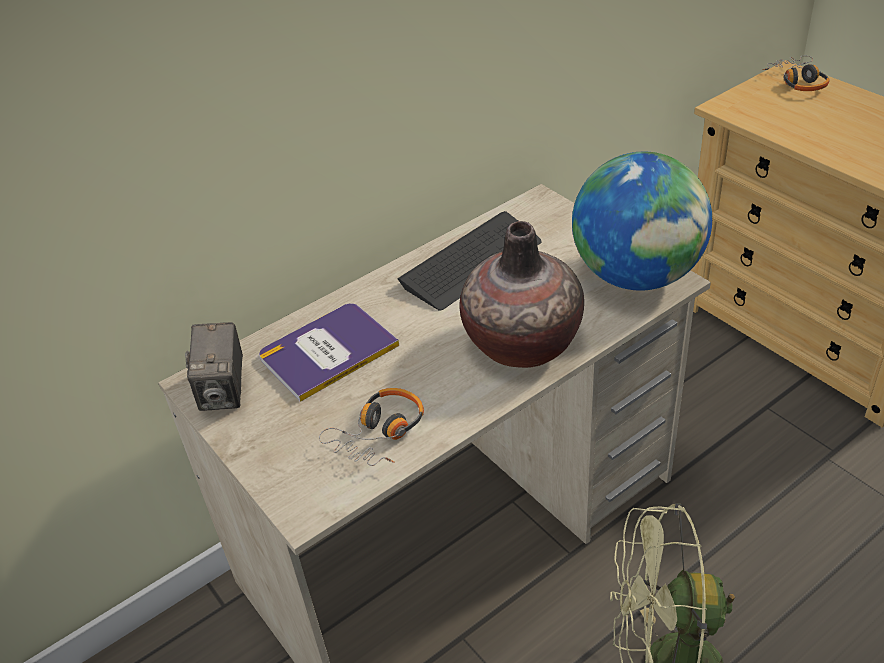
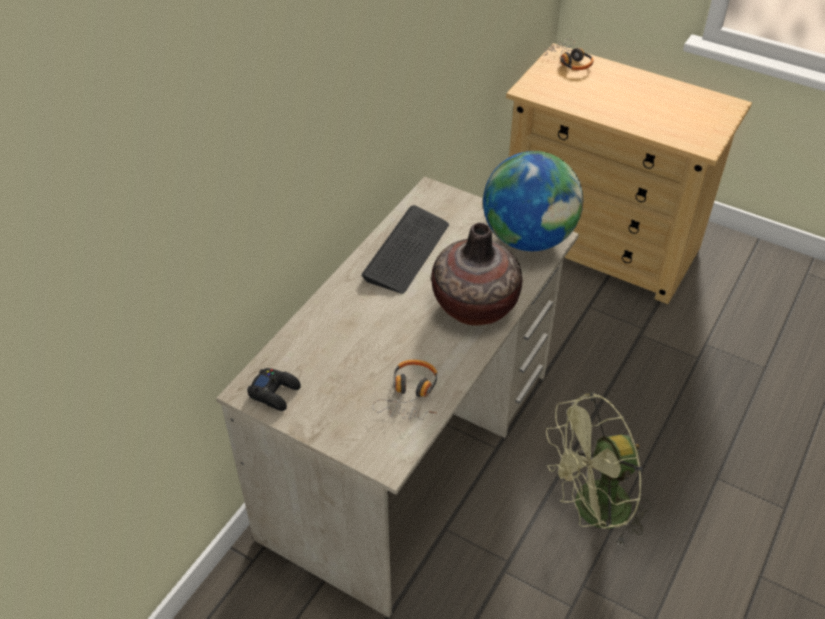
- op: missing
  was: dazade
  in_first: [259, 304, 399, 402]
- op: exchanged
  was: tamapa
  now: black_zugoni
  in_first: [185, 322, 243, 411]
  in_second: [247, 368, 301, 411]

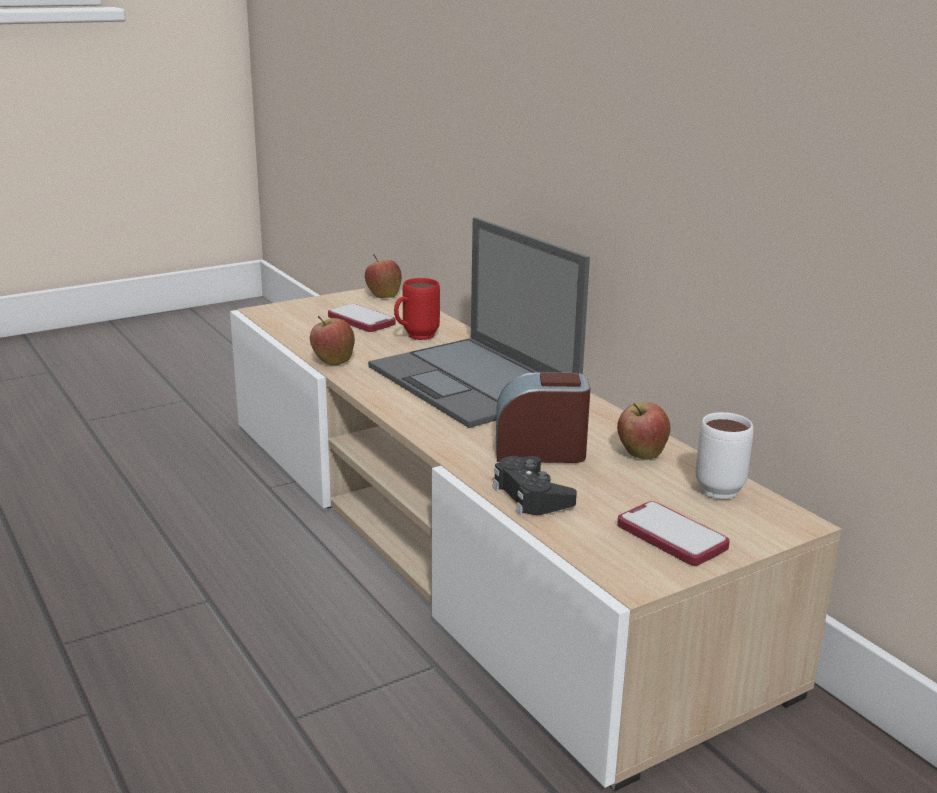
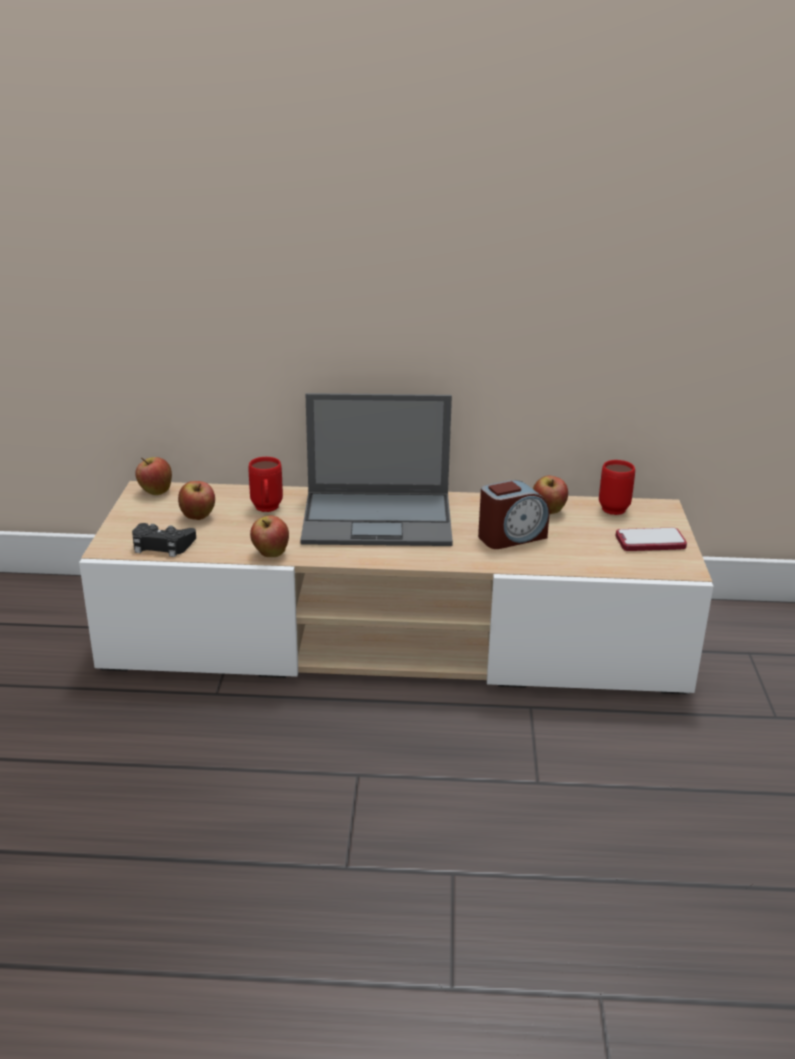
- op: relocated
  was: black_zugoni
  in_first: [493, 456, 577, 515]
  in_second: [132, 523, 196, 557]
- op: exchanged
  was: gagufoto
  now: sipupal
  in_first: [328, 304, 396, 332]
  in_second: [178, 481, 215, 520]
- op: colour
  was: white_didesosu
  now: red_didesosu
  in_first: [695, 412, 753, 499]
  in_second: [599, 460, 635, 515]
- op: spun
  was: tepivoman
  in_first: [496, 372, 590, 463]
  in_second: [478, 480, 550, 549]
  clockwise: -150

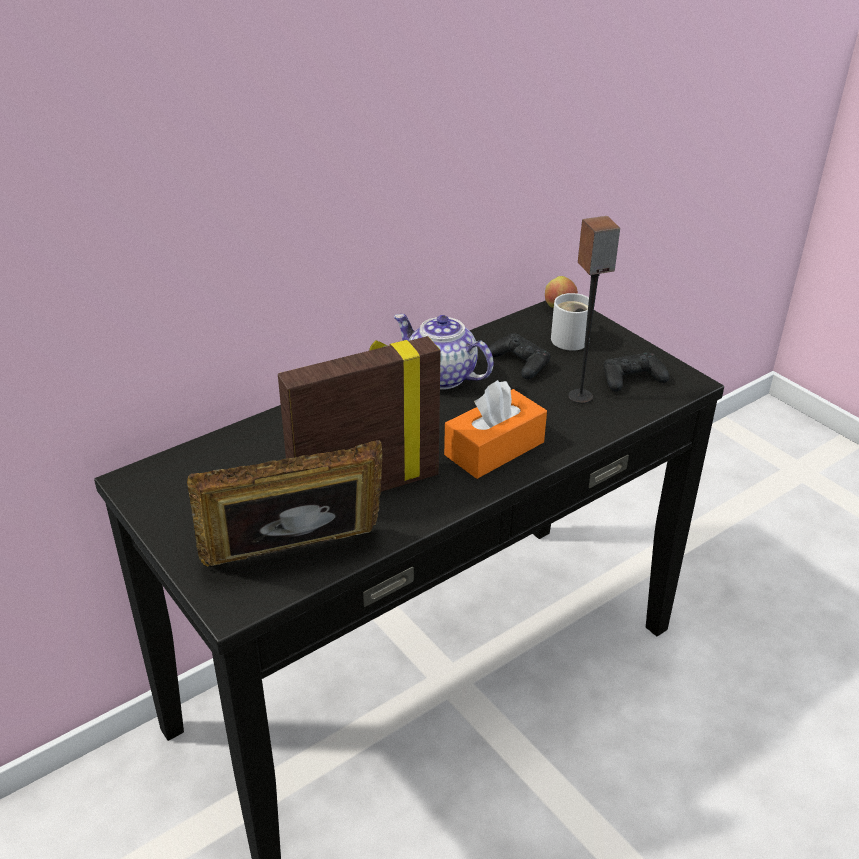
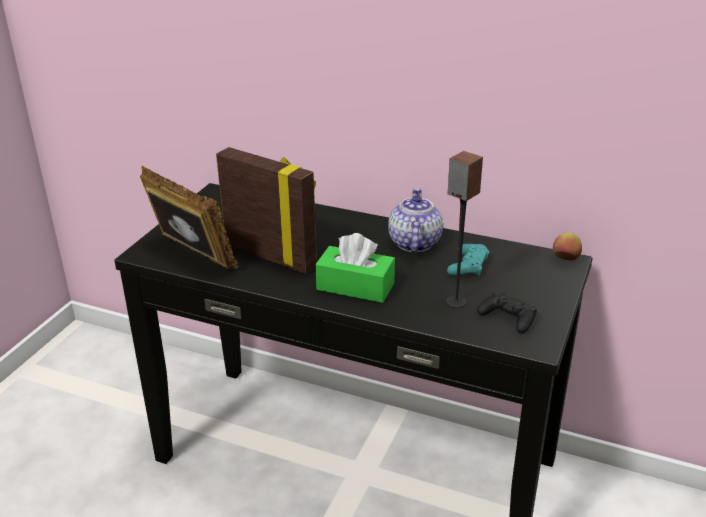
- op: missing
  was: white_didesosu
  in_first: [551, 293, 590, 351]
- op: colour
  was: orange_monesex
  now: green_monesex
  in_first: [444, 380, 547, 479]
  in_second: [315, 233, 395, 303]
- op: colour
  was: black_zugoni
  now: turquoise_zugoni
  in_first: [489, 333, 551, 379]
  in_second: [447, 244, 489, 276]

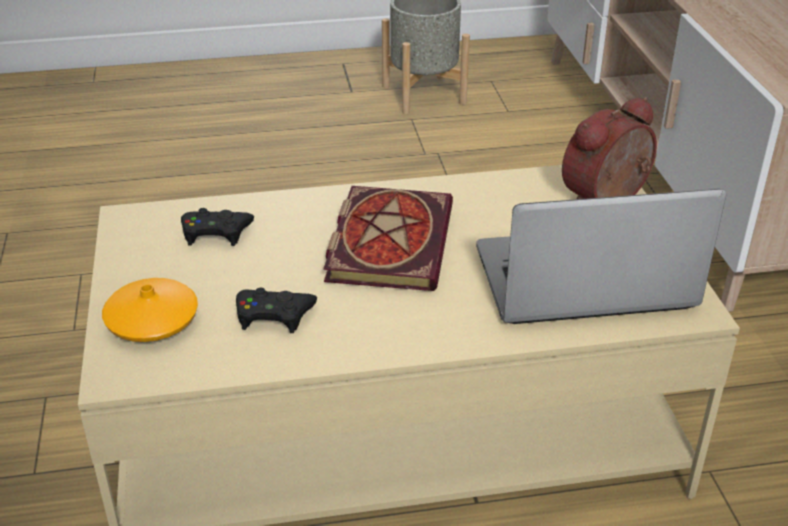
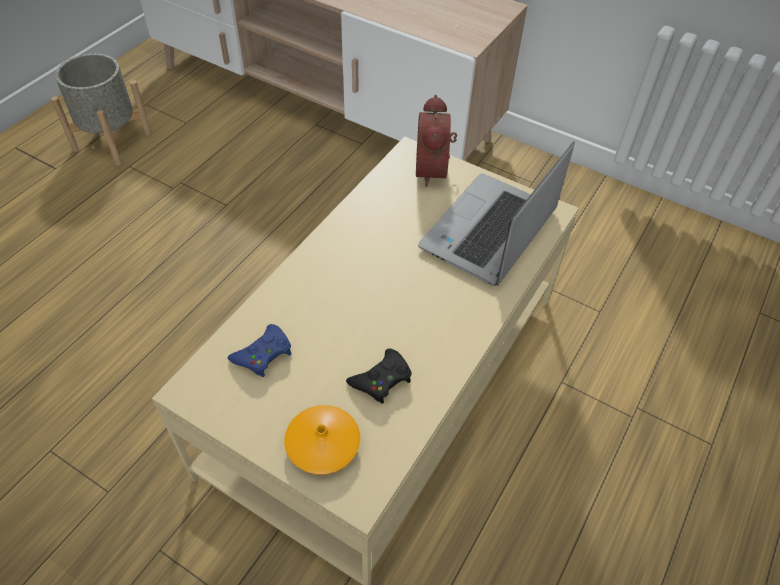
- op: missing
  was: dazade
  in_first: [323, 186, 453, 291]
- op: colour
  was: black_zugoni
  now: blue_zugoni
  in_first: [181, 208, 254, 246]
  in_second: [228, 324, 291, 377]

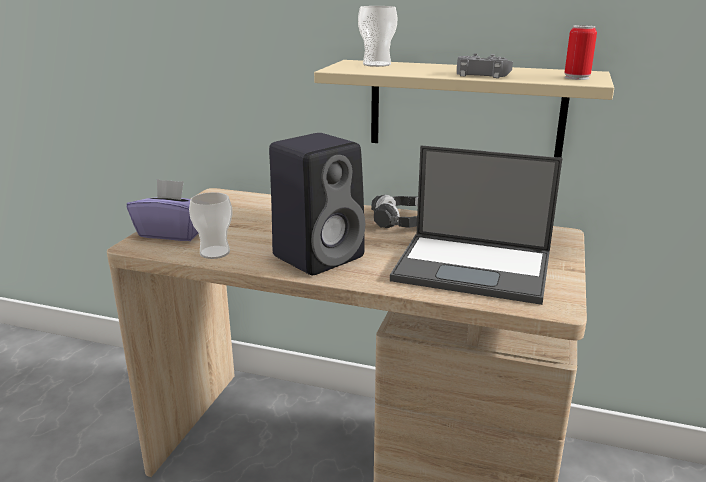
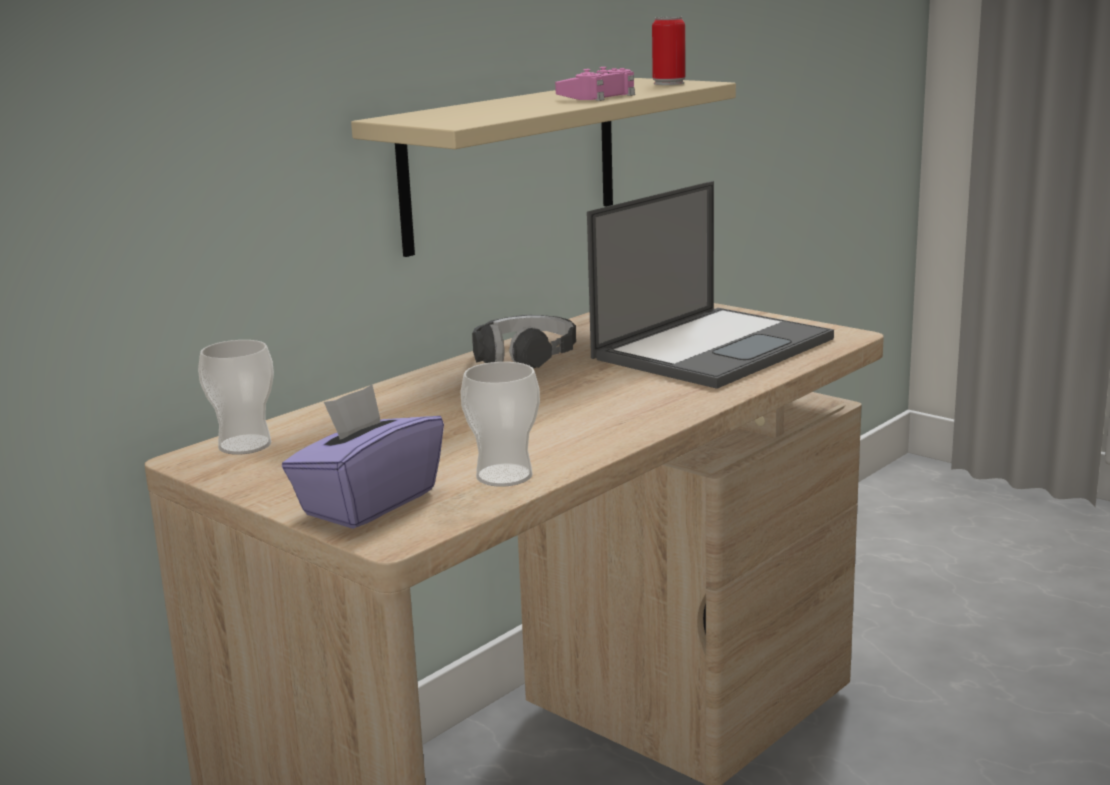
- op: missing
  was: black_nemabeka
  in_first: [269, 133, 365, 275]
- op: relocated
  was: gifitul
  in_first: [358, 6, 397, 67]
  in_second: [198, 340, 274, 455]
- op: colour
  was: grey_zugoni
  now: pink_zugoni
  in_first: [457, 54, 513, 78]
  in_second: [555, 67, 635, 101]

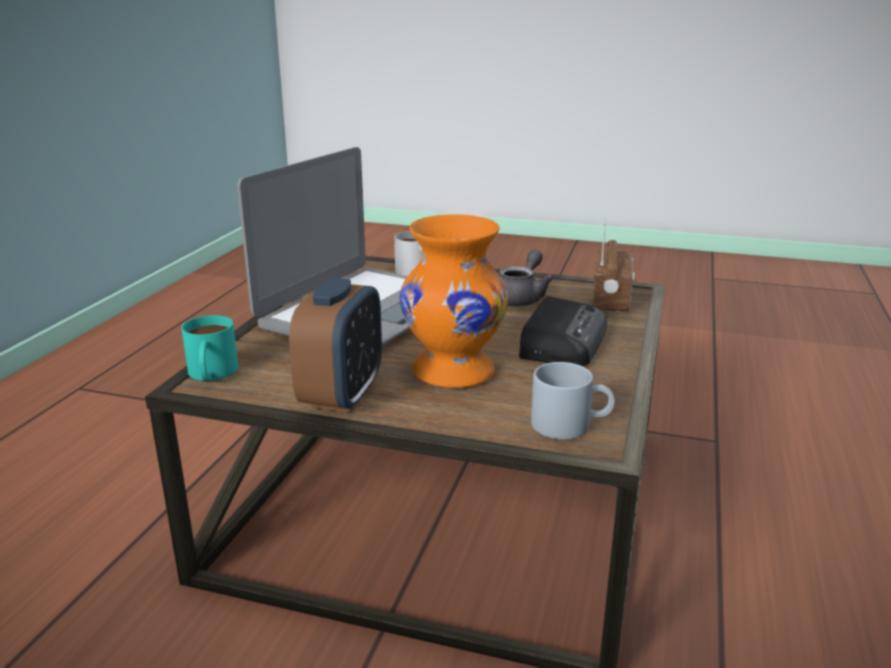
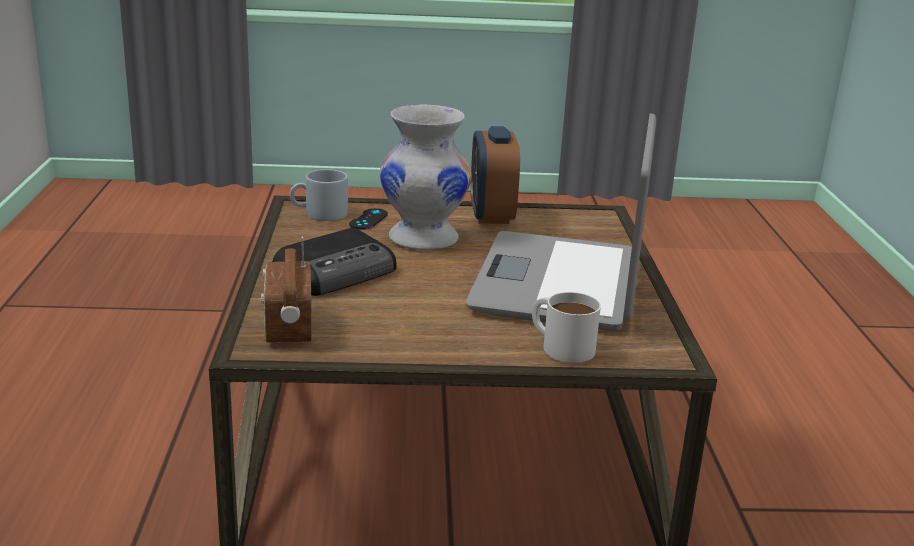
- op: missing
  was: turquoise_didesosu
  in_first: [181, 315, 238, 381]
- op: missing
  was: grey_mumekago
  in_first: [499, 249, 554, 307]
- op: appeared
  now: black_zugoni
  in_second: [349, 208, 388, 230]
- op: colour
  was: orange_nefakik
  now: white_nefakik
  in_first: [400, 214, 509, 388]
  in_second: [380, 105, 472, 250]
- op: spun
  was: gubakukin
  in_first: [519, 296, 607, 366]
  in_second: [272, 228, 396, 296]
  clockwise: -135

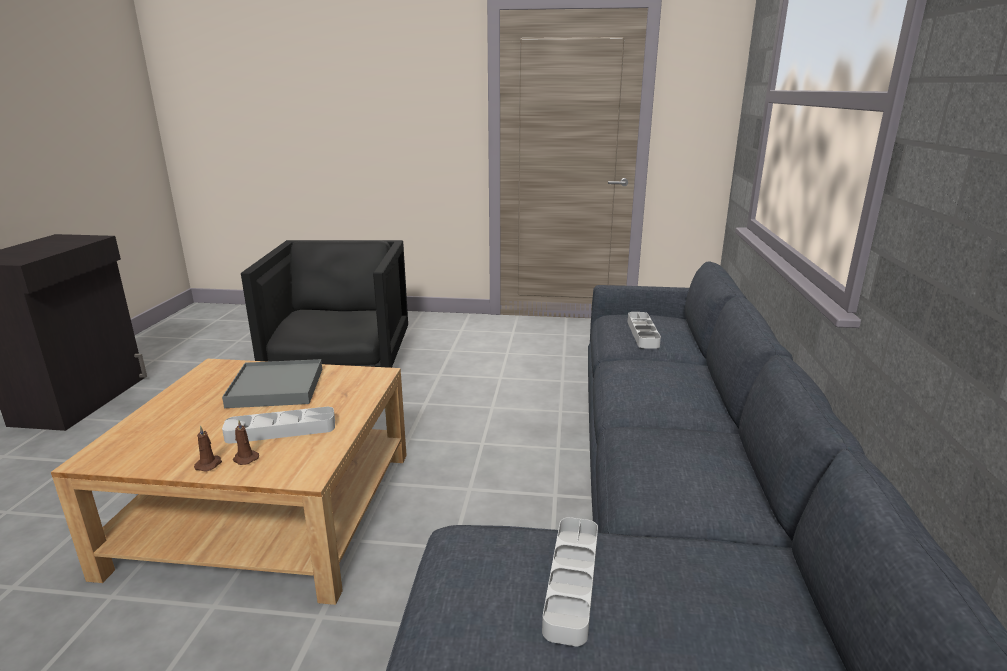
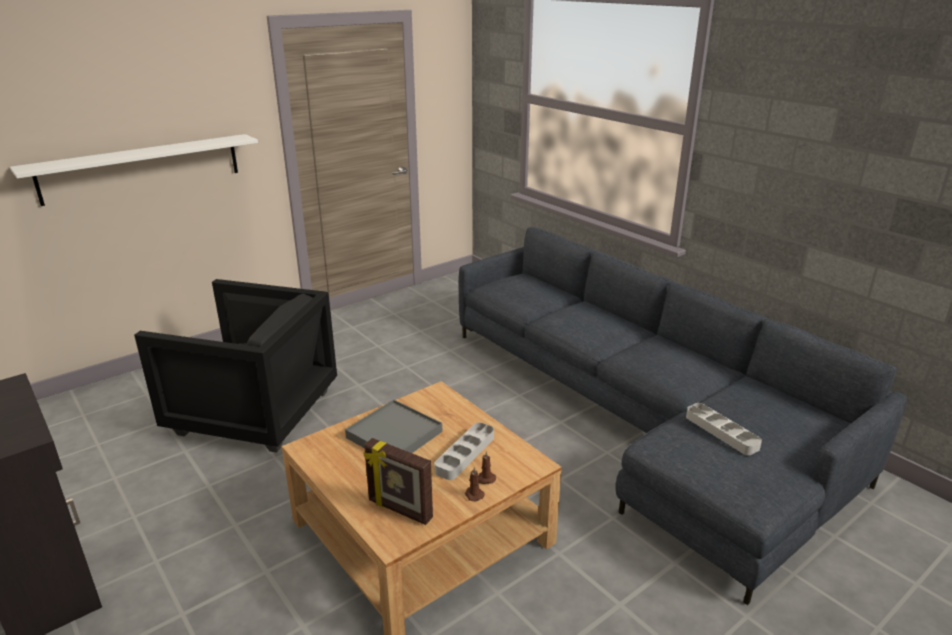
- op: missing
  was: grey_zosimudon
  in_first: [628, 312, 661, 349]
- op: appeared
  now: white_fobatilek
  in_second: [10, 134, 258, 206]
- op: appeared
  now: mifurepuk
  in_second: [363, 438, 433, 525]
- op: spun
  was: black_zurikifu
  in_first: [241, 240, 408, 368]
  in_second: [134, 279, 337, 453]
  clockwise: 150

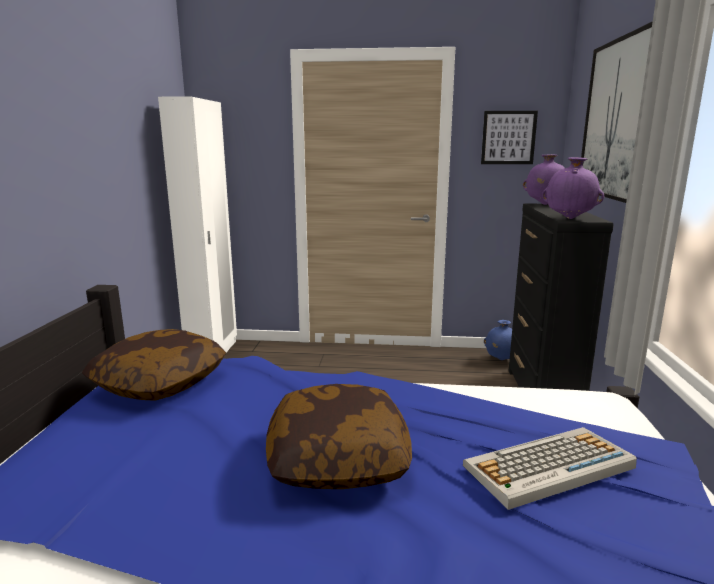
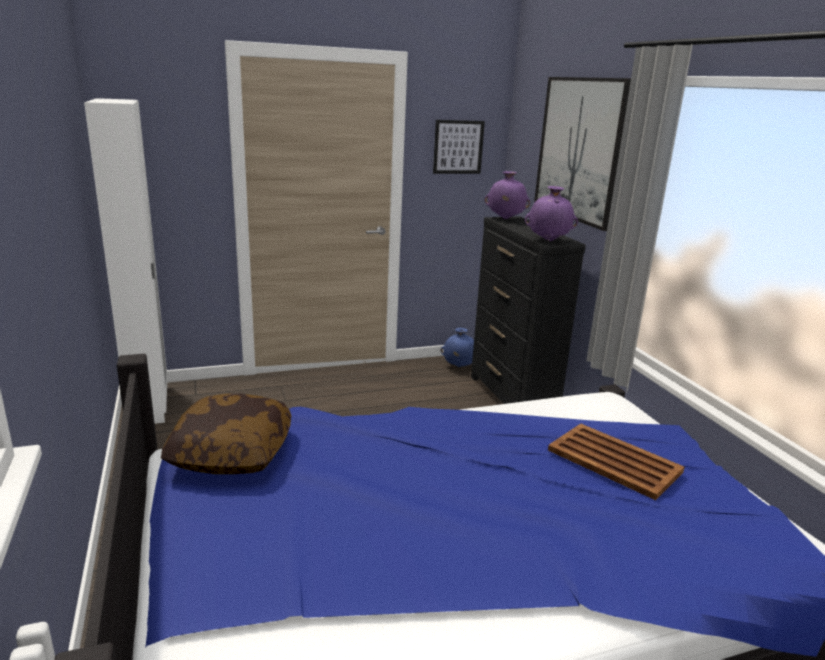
- op: missing
  was: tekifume
  in_first: [266, 384, 412, 489]
- op: exchanged
  was: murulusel
  now: brown_zosimudon
  in_first: [463, 427, 637, 510]
  in_second: [548, 423, 685, 500]

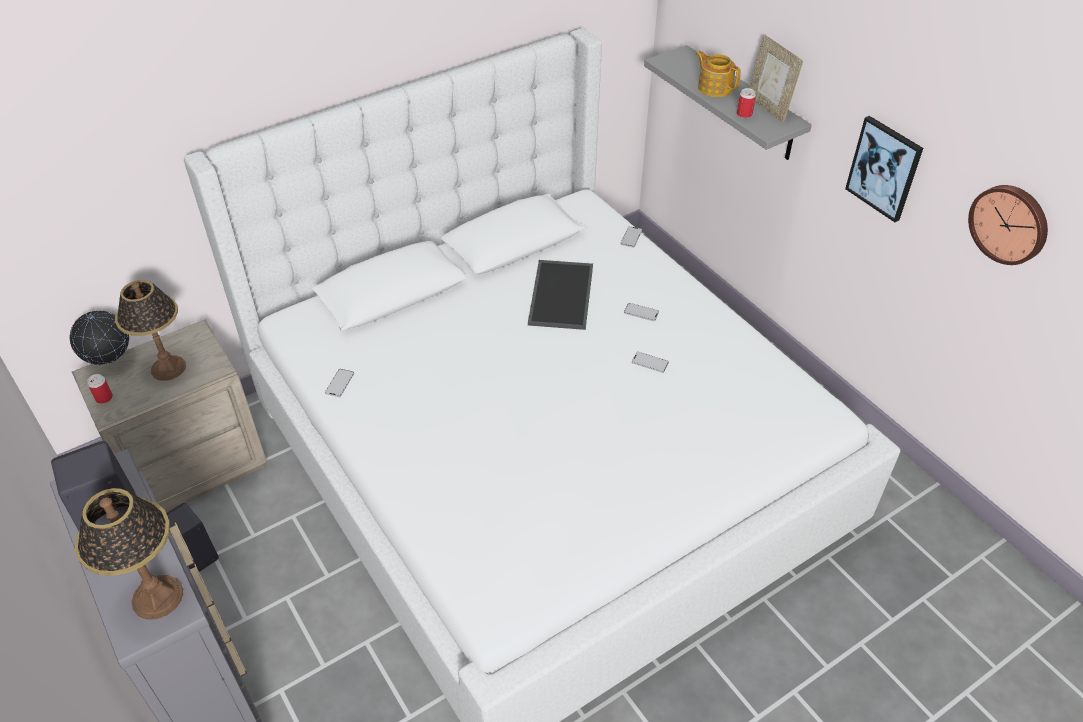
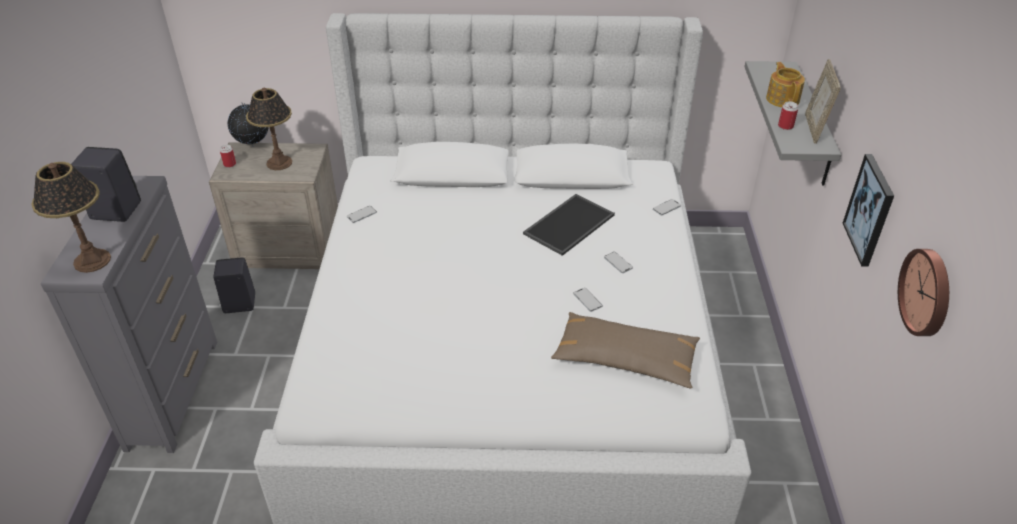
- op: appeared
  now: brown_tekifume
  in_second: [551, 312, 700, 389]

